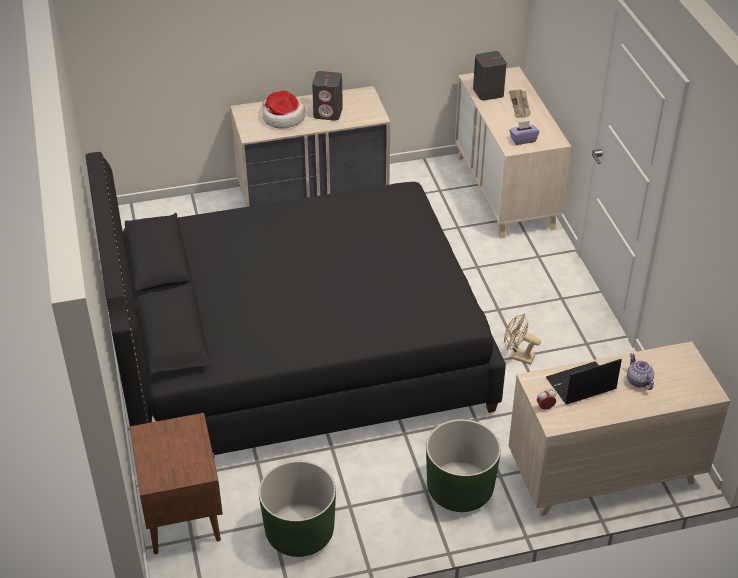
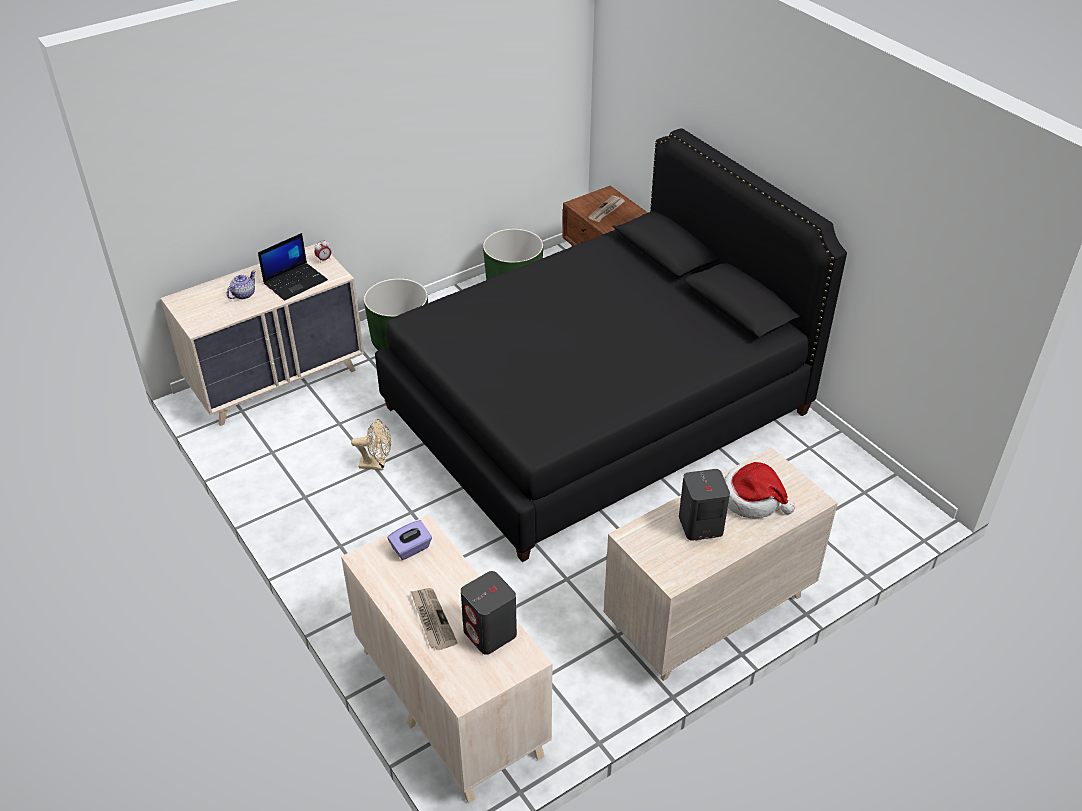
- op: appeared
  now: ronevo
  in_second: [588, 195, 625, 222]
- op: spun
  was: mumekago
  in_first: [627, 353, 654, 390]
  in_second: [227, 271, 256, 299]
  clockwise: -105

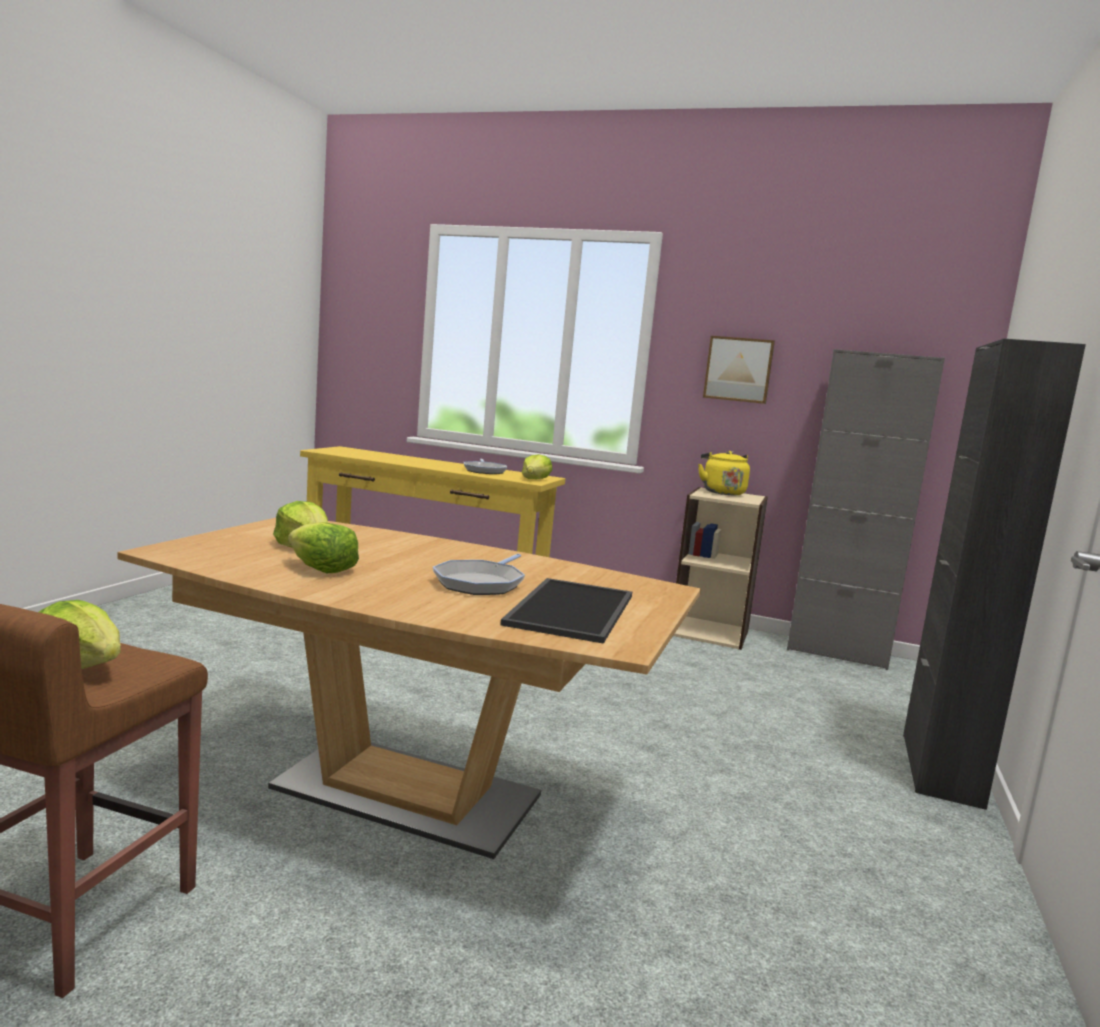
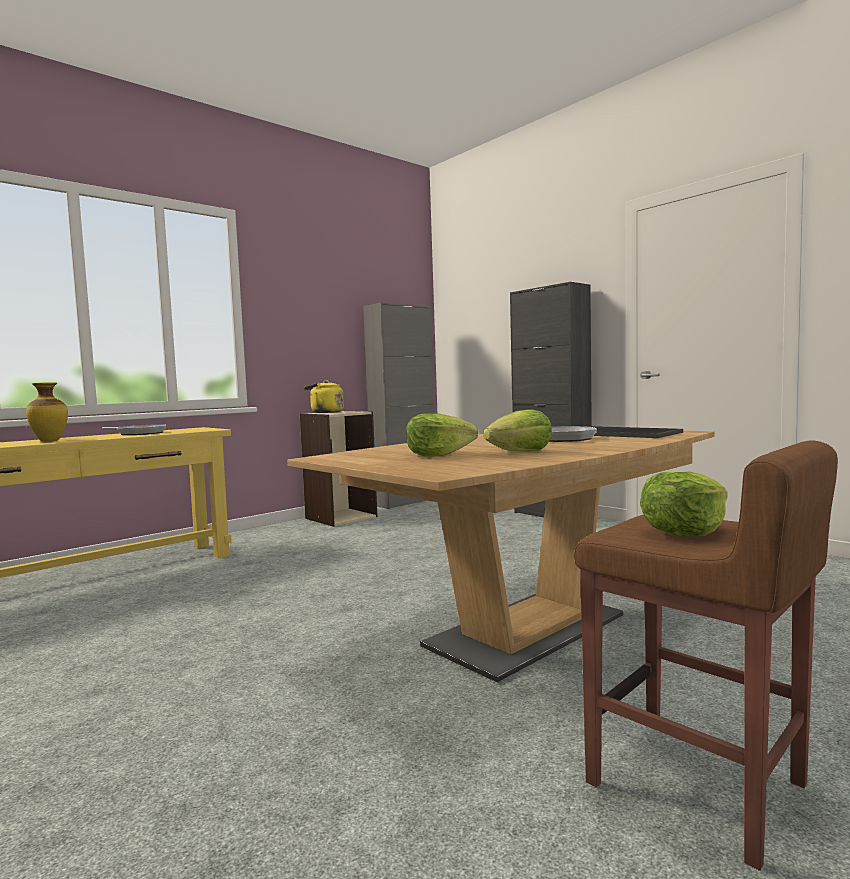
- op: missing
  was: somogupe
  in_first: [522, 454, 552, 479]
- op: missing
  was: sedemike
  in_first: [703, 336, 775, 404]
- op: appeared
  now: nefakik
  in_second: [26, 382, 68, 442]

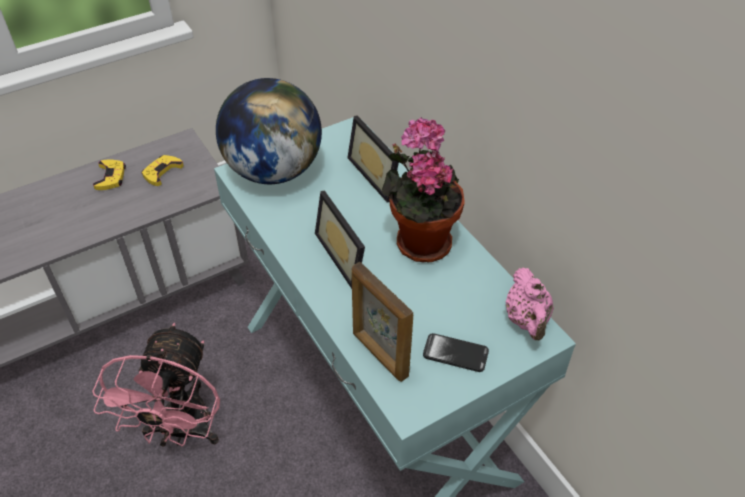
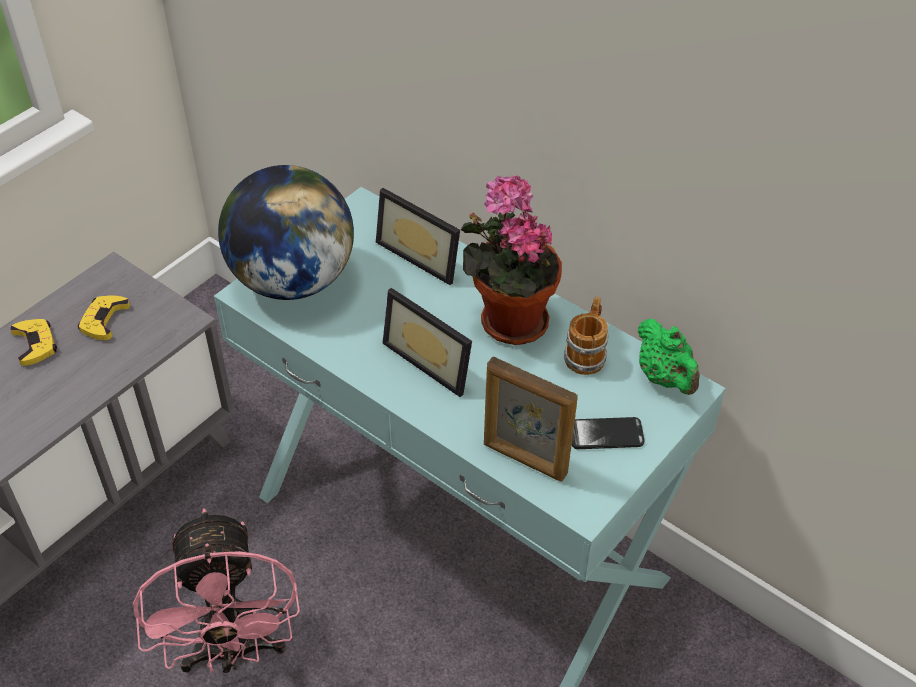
- op: appeared
  now: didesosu
  in_second: [564, 297, 608, 375]
- op: colour
  was: pink_mumekago
  now: green_mumekago
  in_first: [505, 267, 554, 341]
  in_second: [637, 319, 700, 395]

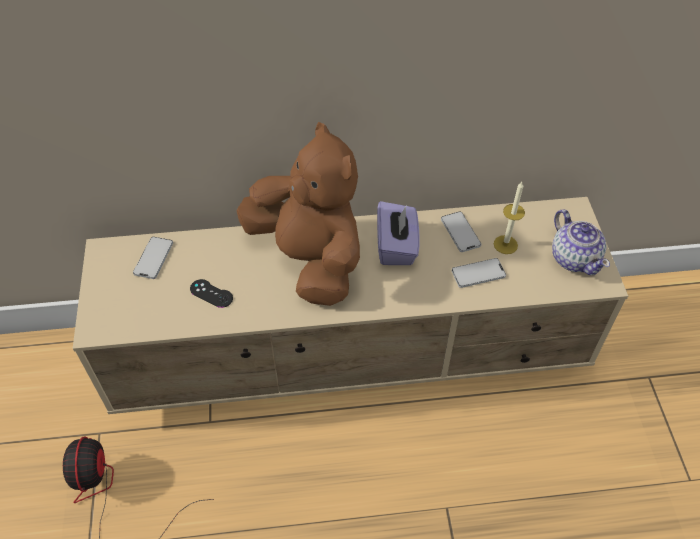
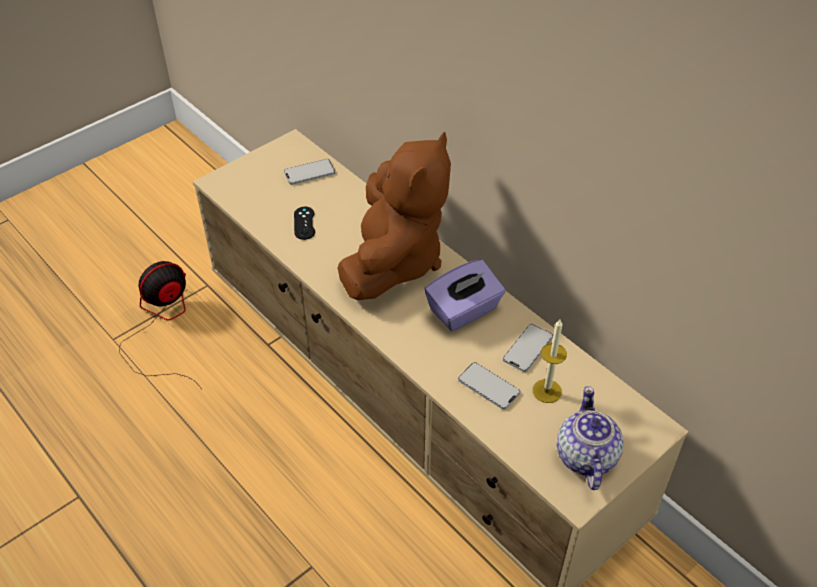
- op: spun
  was: mumekago
  in_first: [552, 209, 610, 275]
  in_second: [557, 386, 624, 490]
  clockwise: 150

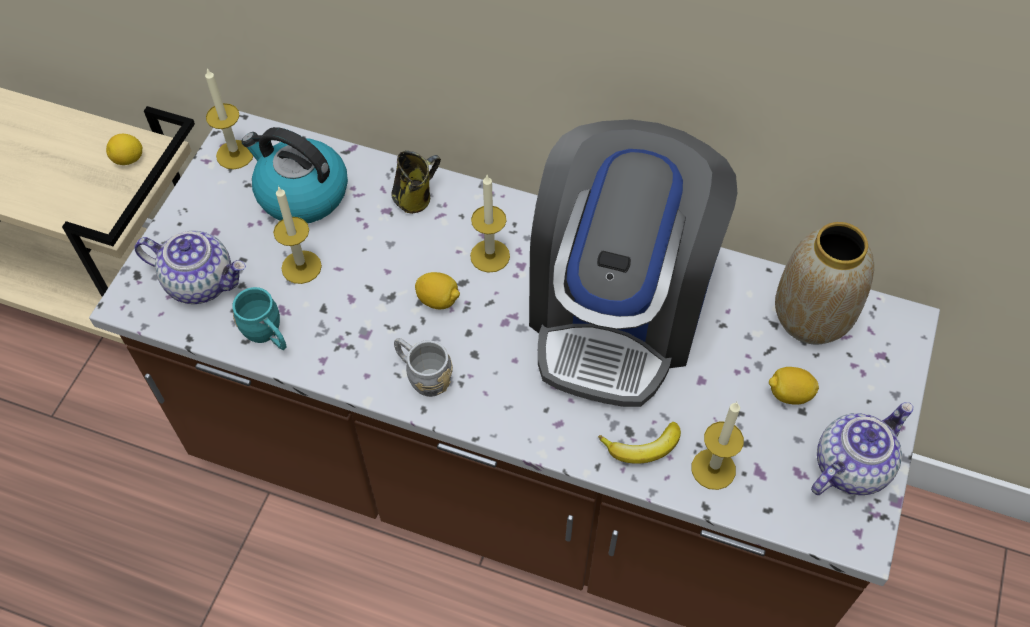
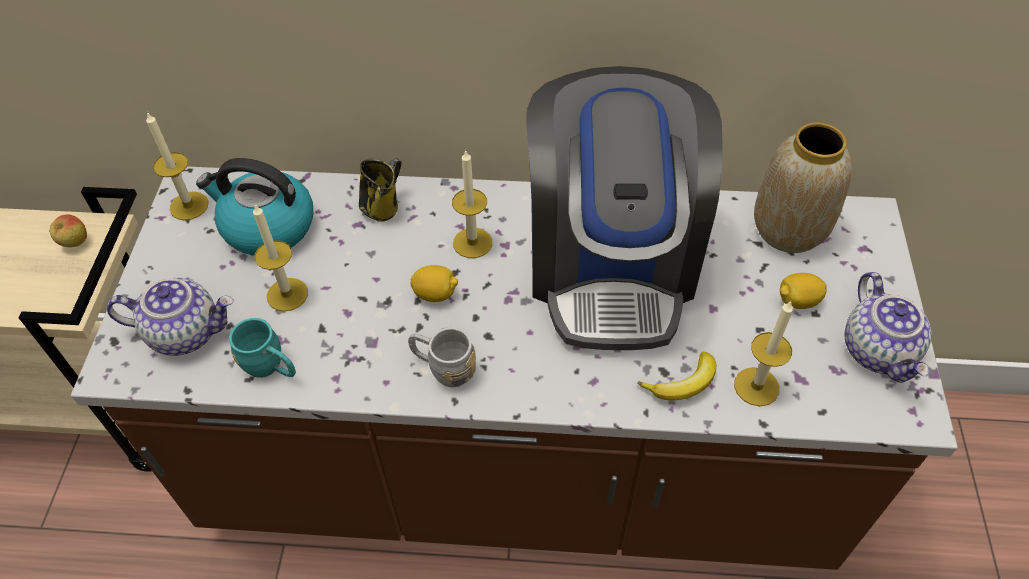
- op: exchanged
  was: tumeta
  now: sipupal
  in_first: [106, 134, 143, 165]
  in_second: [49, 214, 87, 247]
- op: spun
  was: mumekago
  in_first: [811, 402, 914, 495]
  in_second: [845, 272, 932, 383]
  clockwise: 135

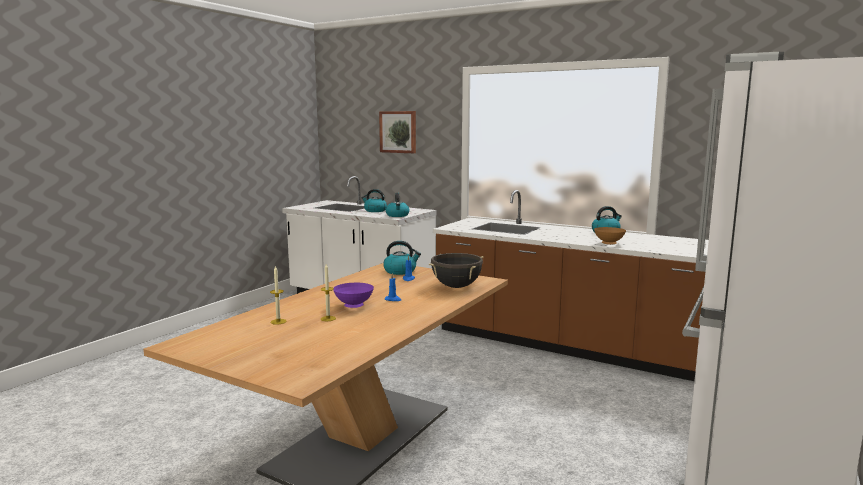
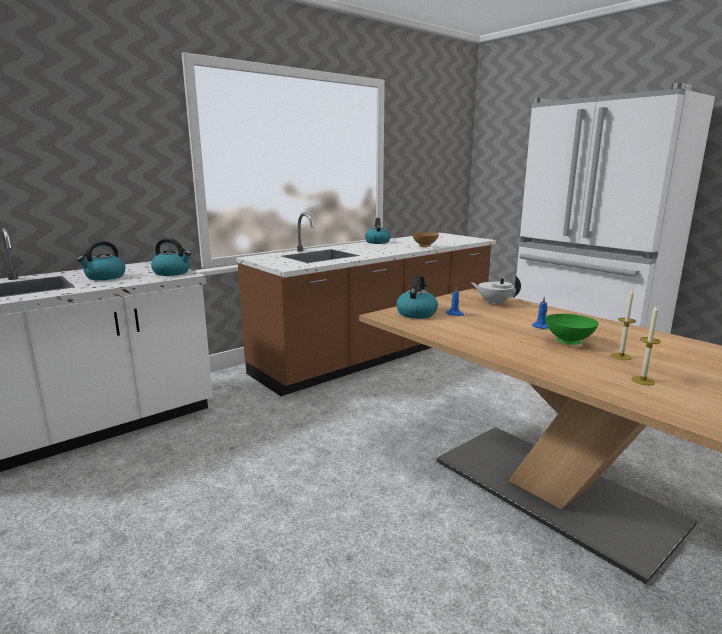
- op: missing
  was: sedemike
  in_first: [379, 111, 416, 153]
- op: exchanged
  was: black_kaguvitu
  now: white_mumekago
  in_first: [429, 253, 483, 288]
  in_second: [470, 276, 521, 305]
- op: colour
  was: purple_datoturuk
  now: green_datoturuk
  in_first: [333, 283, 374, 308]
  in_second: [545, 314, 599, 345]

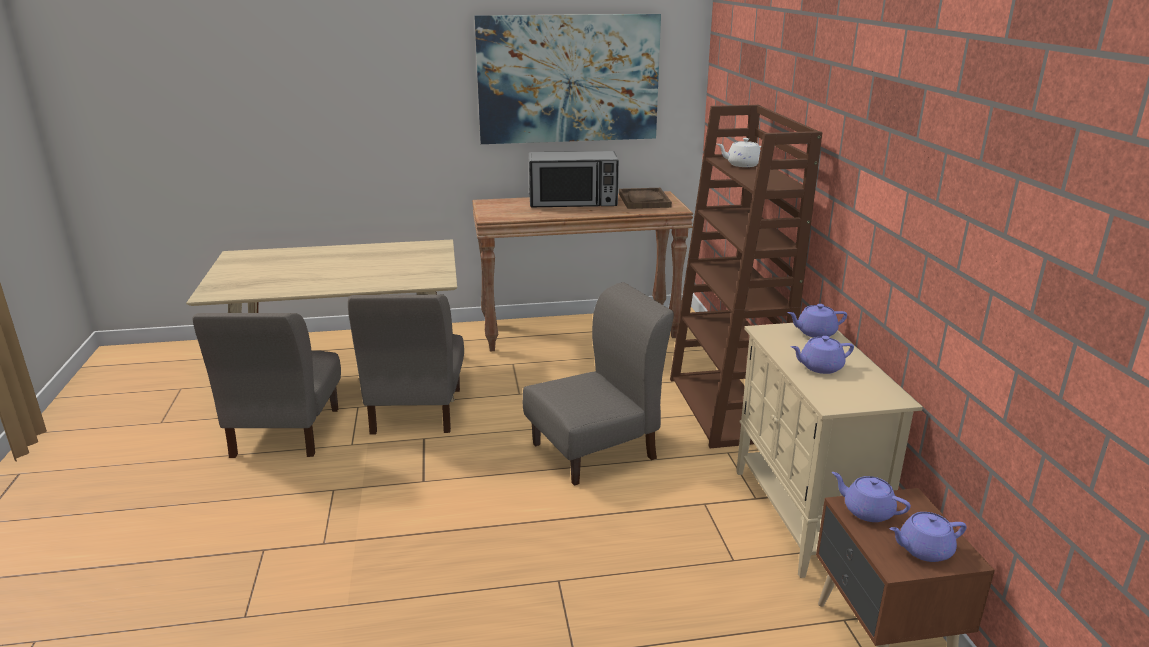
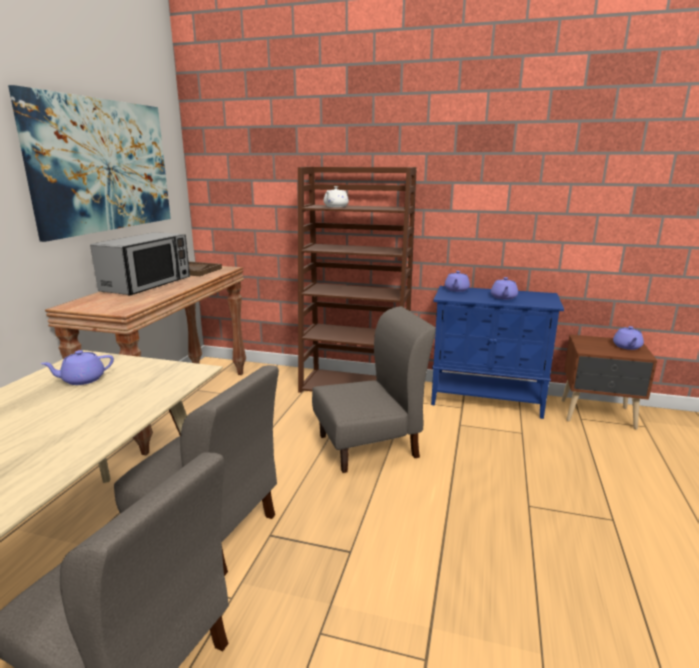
- op: relocated
  was: purple_mumekago
  in_first: [832, 472, 911, 522]
  in_second: [40, 350, 114, 385]
- op: colour
  was: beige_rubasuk
  now: blue_rubasuk
  in_first: [736, 323, 923, 578]
  in_second: [431, 286, 564, 419]
- op: spun
  was: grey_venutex
  in_first: [523, 282, 674, 486]
  in_second: [312, 306, 436, 473]
  clockwise: 75

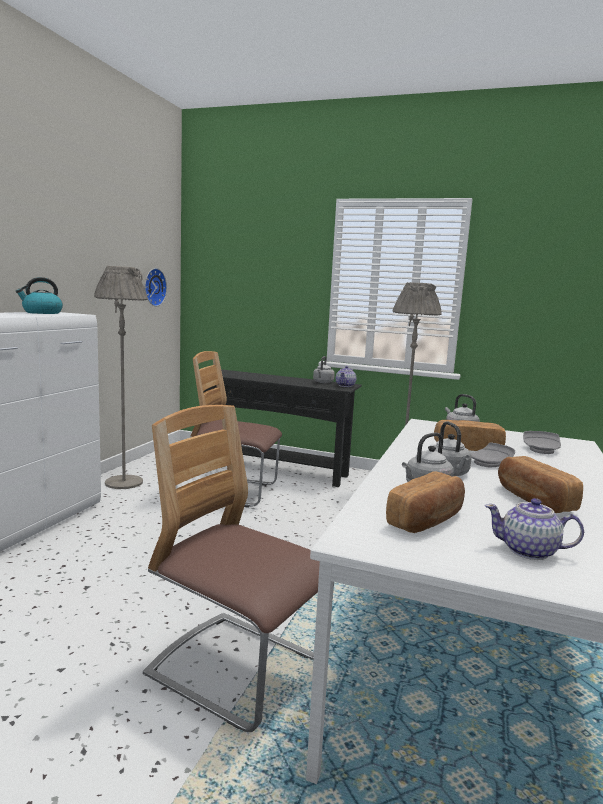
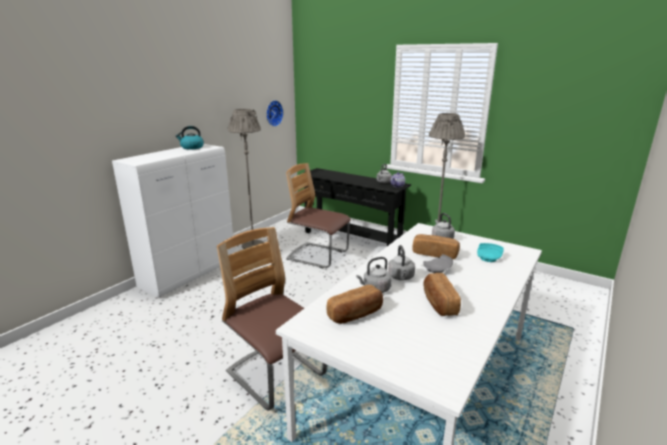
- op: missing
  was: mumekago
  in_first: [485, 498, 584, 560]
- op: colour
  was: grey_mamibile
  now: turquoise_mamibile
  in_first: [523, 431, 561, 454]
  in_second: [477, 243, 504, 262]

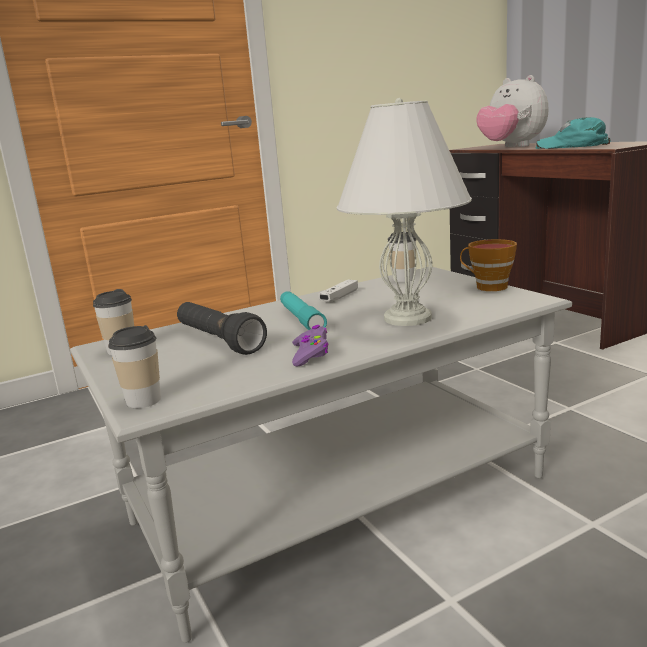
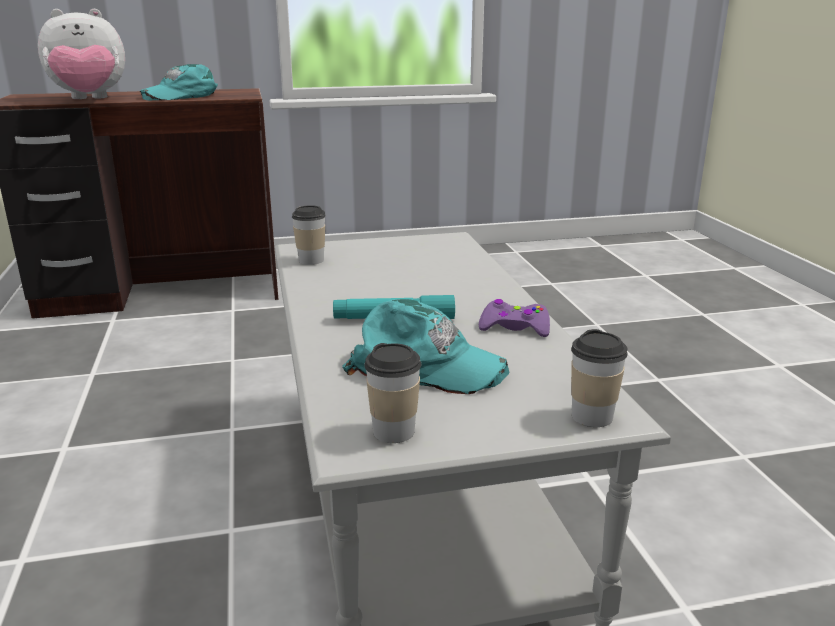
- op: missing
  was: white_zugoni
  in_first: [319, 280, 358, 301]
- op: missing
  was: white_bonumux
  in_first: [337, 98, 472, 326]
- op: missing
  was: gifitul
  in_first: [460, 239, 517, 291]
- op: exchanged
  was: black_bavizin
  now: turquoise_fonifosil
  in_first: [177, 302, 267, 355]
  in_second: [342, 299, 509, 394]

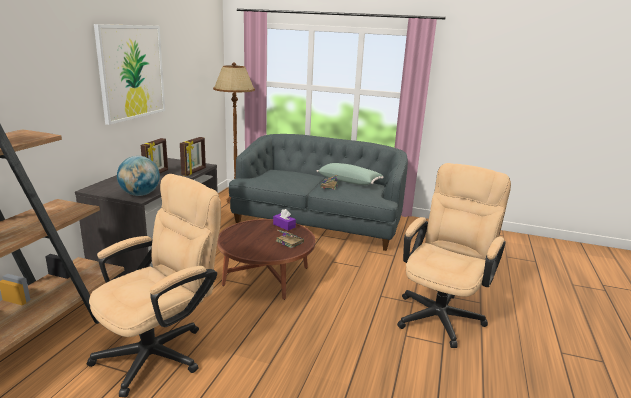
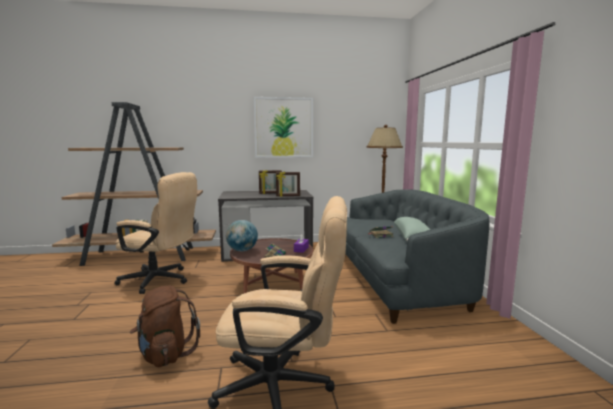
- op: appeared
  now: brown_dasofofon
  in_second: [130, 286, 200, 367]
- op: relocated
  was: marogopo
  in_first: [117, 156, 160, 196]
  in_second: [226, 220, 258, 251]

